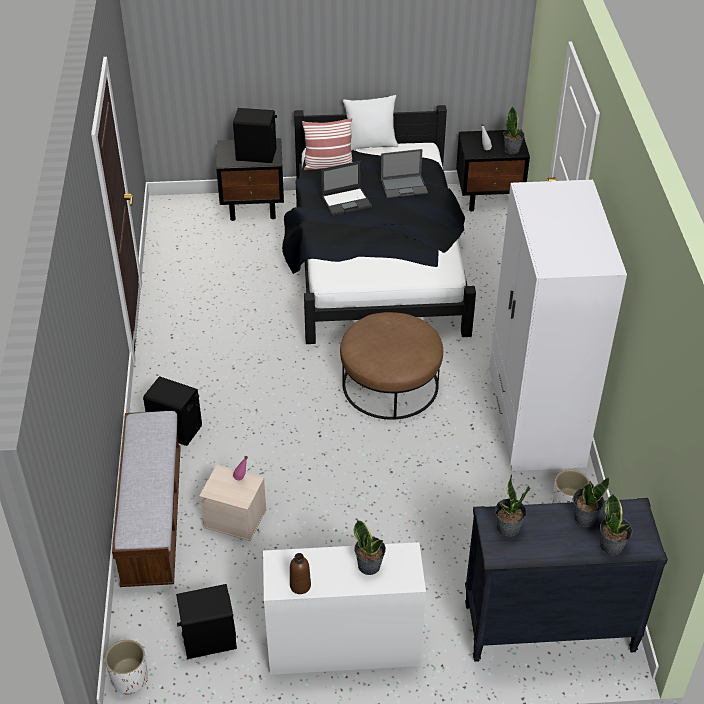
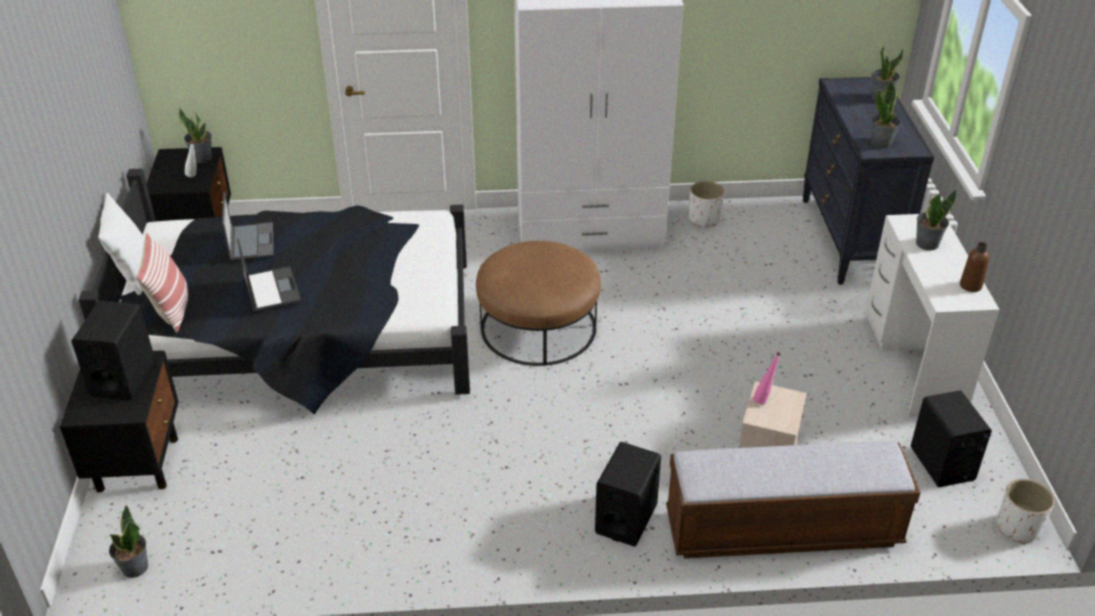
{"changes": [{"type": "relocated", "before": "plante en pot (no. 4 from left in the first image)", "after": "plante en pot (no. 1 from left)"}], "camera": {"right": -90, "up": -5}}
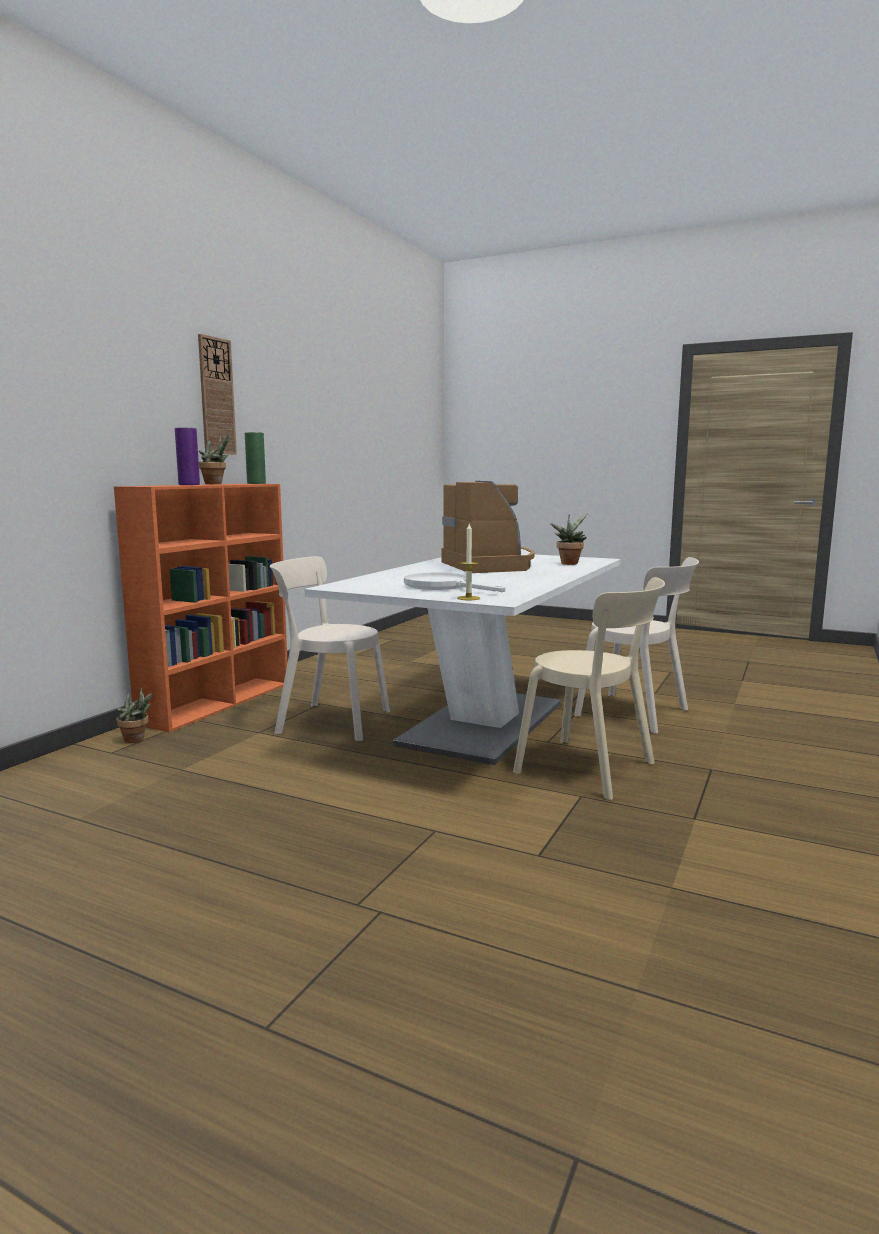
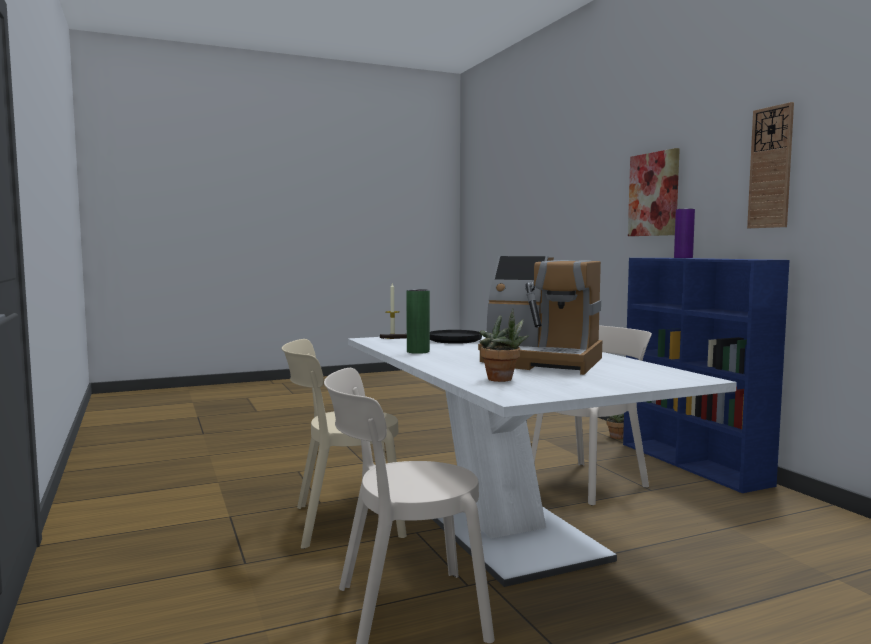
{"changes": [{"type": "colour", "before": "bibliothèque/orange", "after": "bibliothèque/bleu"}, {"type": "missing", "before": "plante en pot (no. 2 from left)"}, {"type": "relocated", "before": "vase/vert"}, {"type": "colour", "before": "poêle/blanc", "after": "poêle/noir"}, {"type": "appeared", "after": "tableau"}], "camera": {"right": 130, "up": -5}}
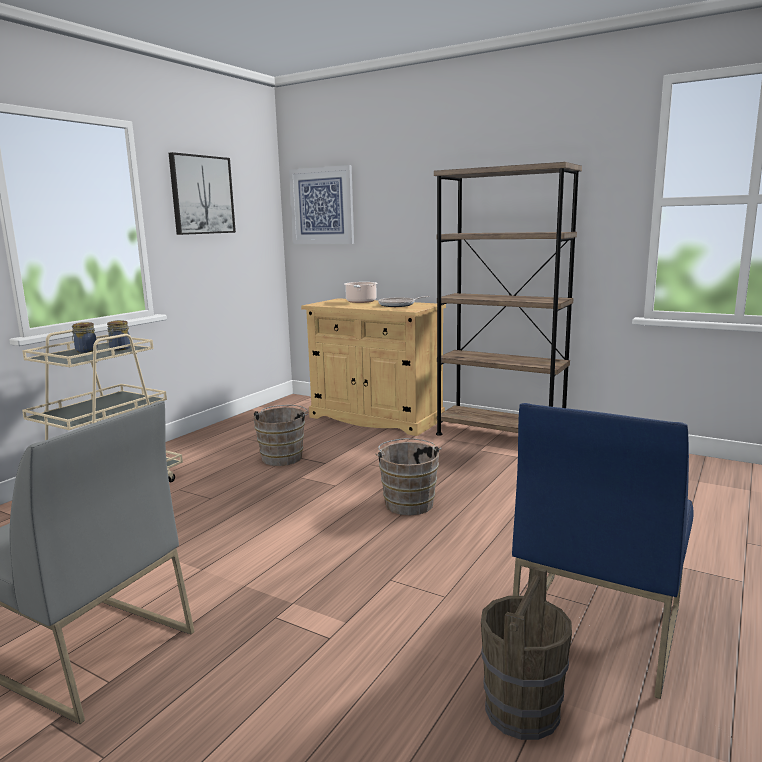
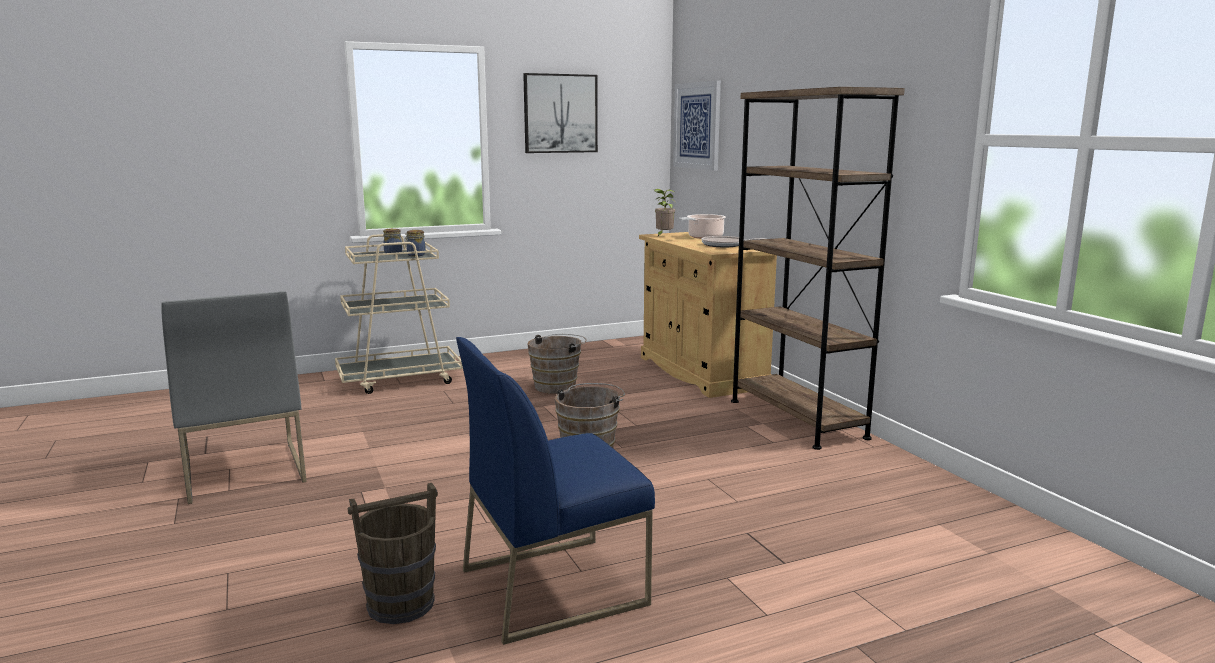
{"changes": [{"type": "appeared", "after": "plante en pot"}], "camera": {"right": 35, "up": 0}}
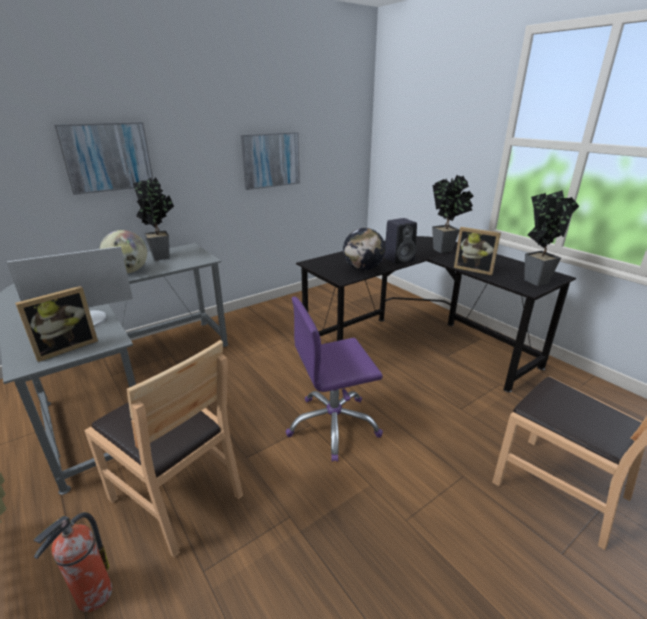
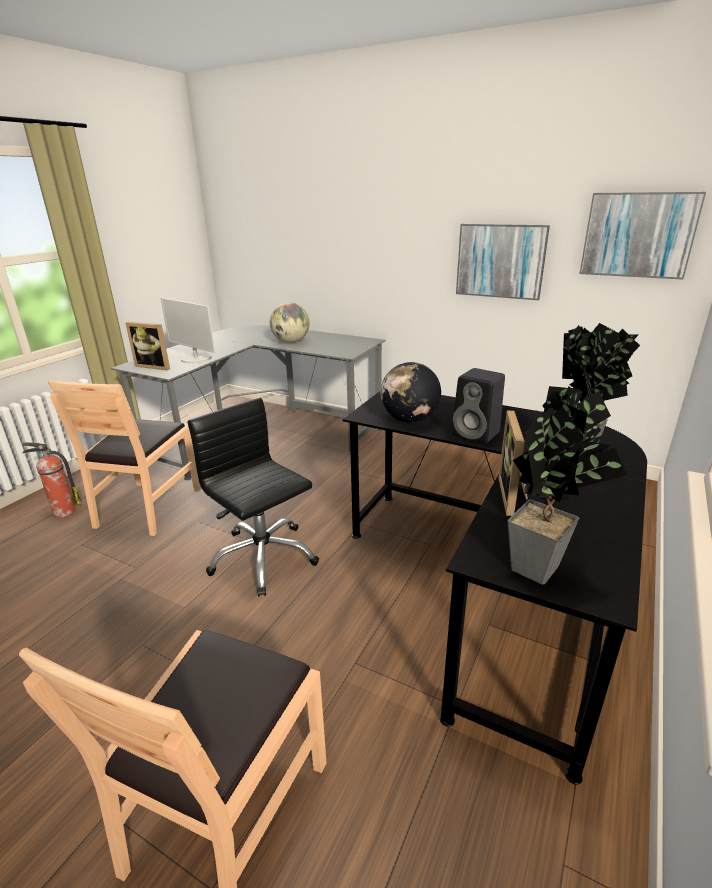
{"changes": [{"type": "relocated", "before": "tableau (no. 1 from left in the first image)", "after": "tableau (no. 2 from left)"}, {"type": "missing", "before": "plante en pot (no. 1 from left)"}, {"type": "colour", "before": "chaise de bureau/violet", "after": "chaise de bureau/noir"}], "camera": {"right": 65, "up": 0}}
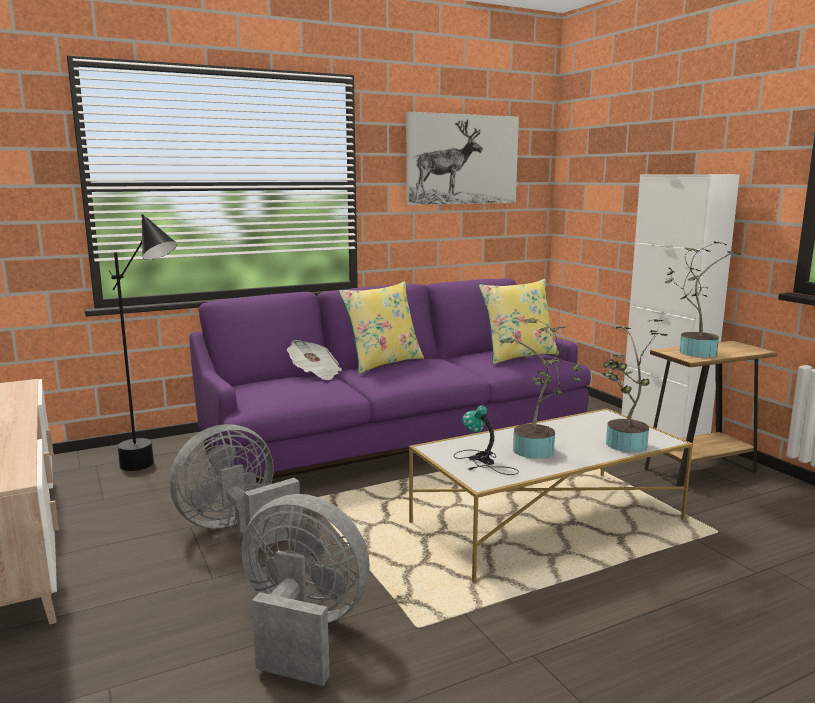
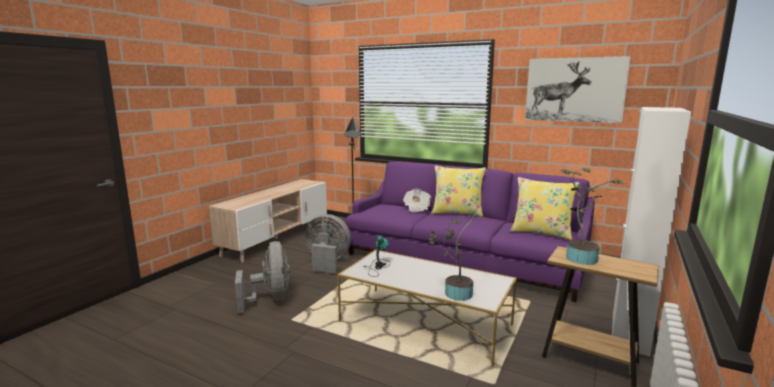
{"changes": [{"type": "missing", "before": "plante en pot (no. 1 from left)"}], "camera": {"right": 55, "up": 0}}
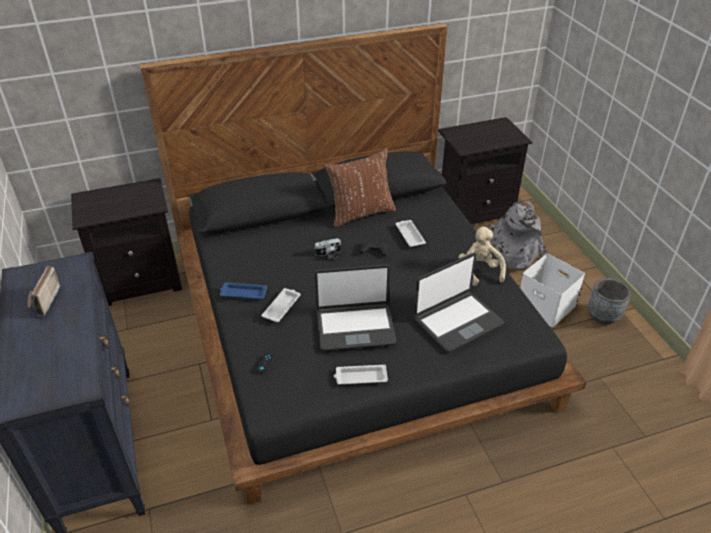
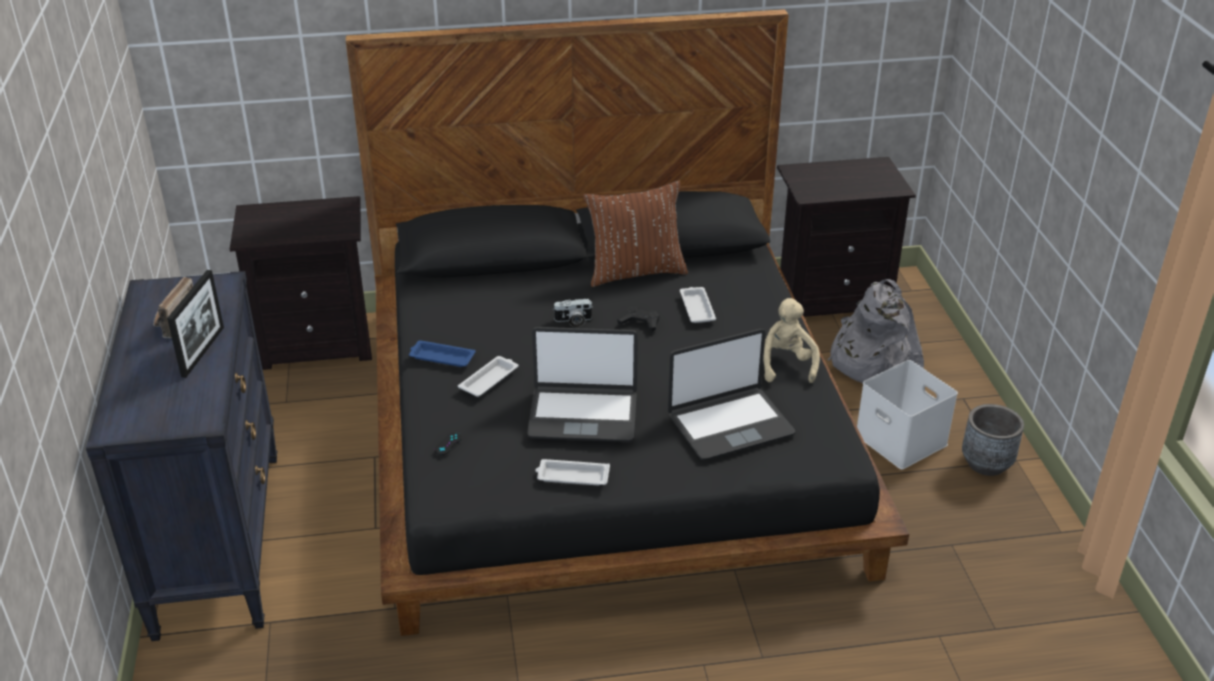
{"changes": [{"type": "appeared", "after": "cadre photo"}], "camera": {"right": 10, "up": -5}}
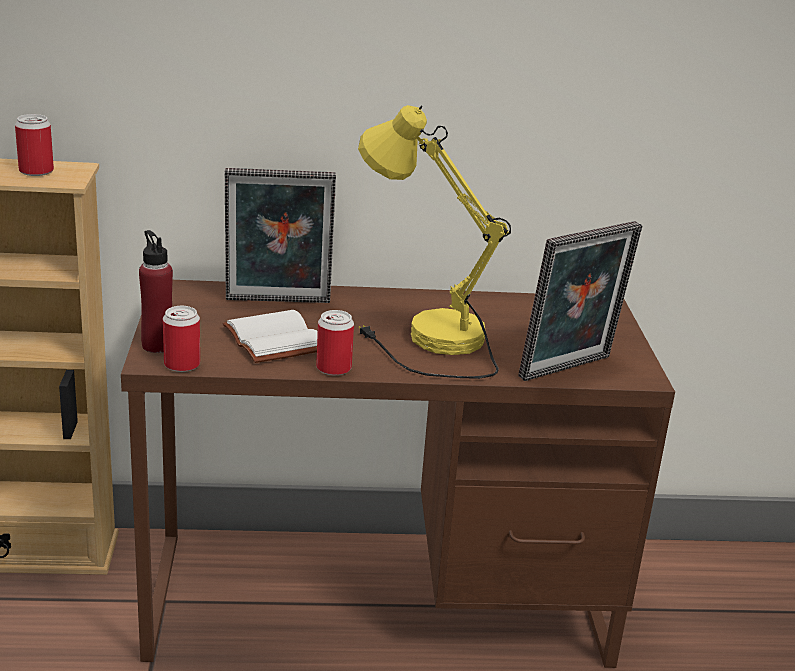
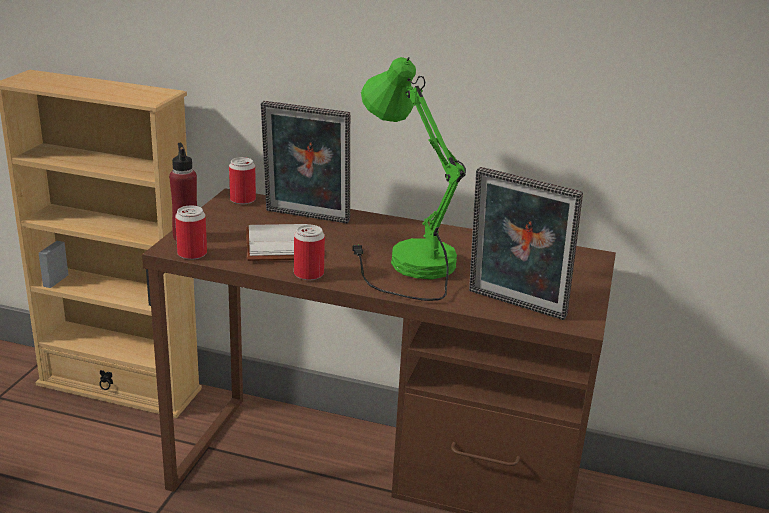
{"changes": [{"type": "relocated", "before": "boîte métallique (no. 1 from left in the first image)", "after": "boîte métallique (no. 2 from left)"}, {"type": "colour", "before": "lampe de table/jaune", "after": "lampe de table/vert"}, {"type": "spun", "before": "cadre photo (no. 2 from left)", "turn": 45}], "camera": {"right": 20, "up": 0}}
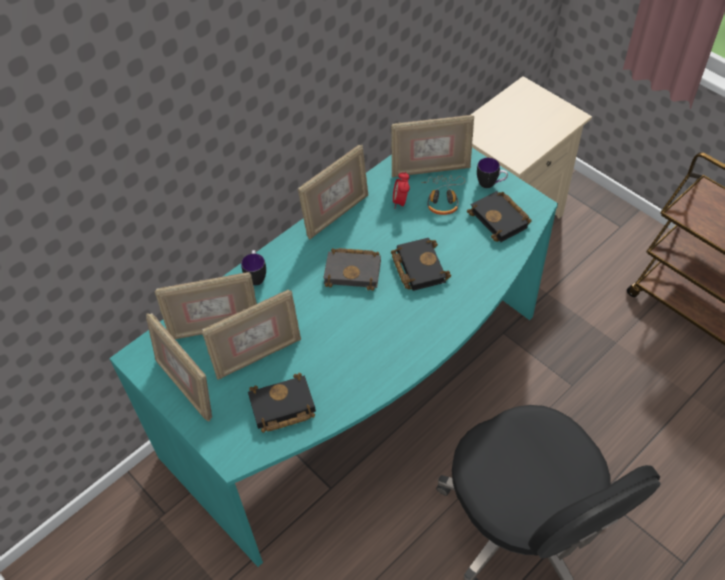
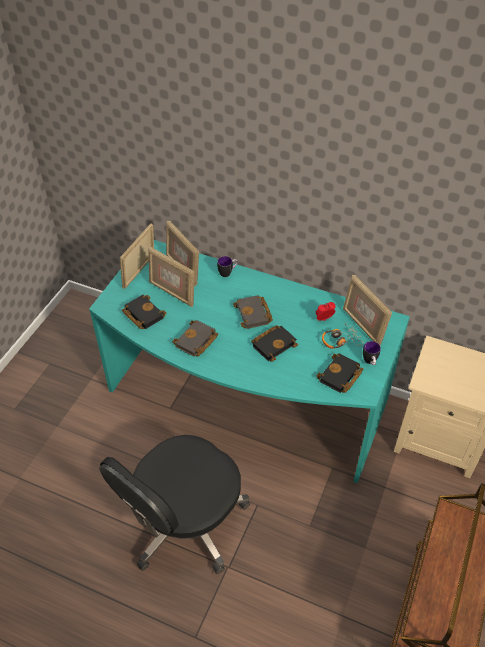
{"changes": [{"type": "missing", "before": "cadre photo (no. 4 from left)"}, {"type": "appeared", "after": "livre/noir (no. 2 from left)"}], "camera": {"right": 65, "up": -5}}
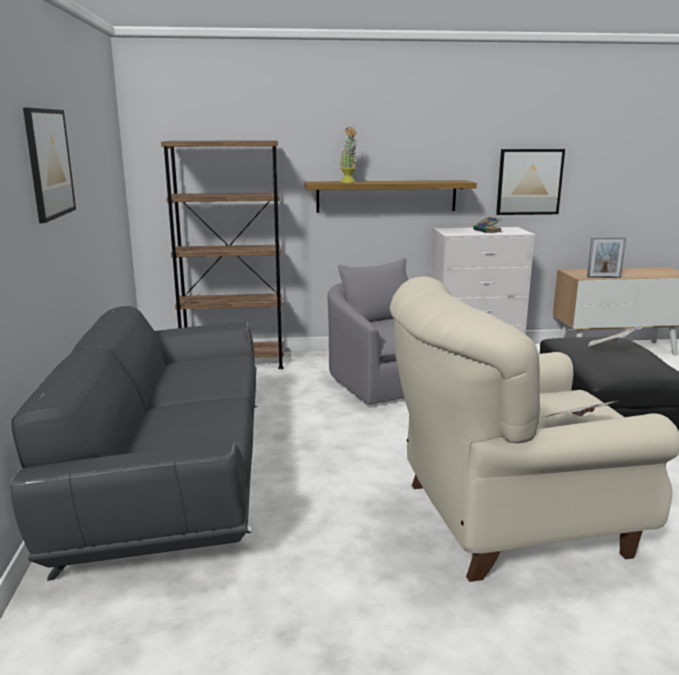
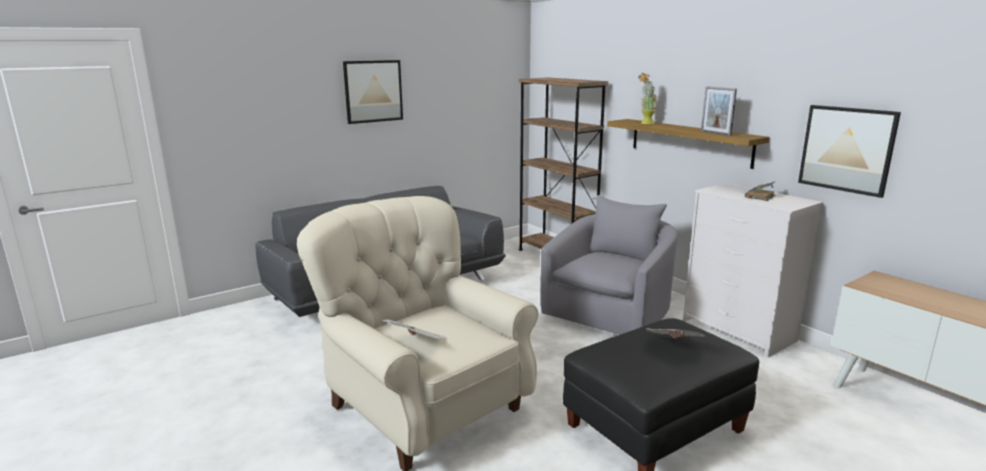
{"changes": [{"type": "relocated", "before": "cadre photo"}], "camera": {"right": 60, "up": 0}}
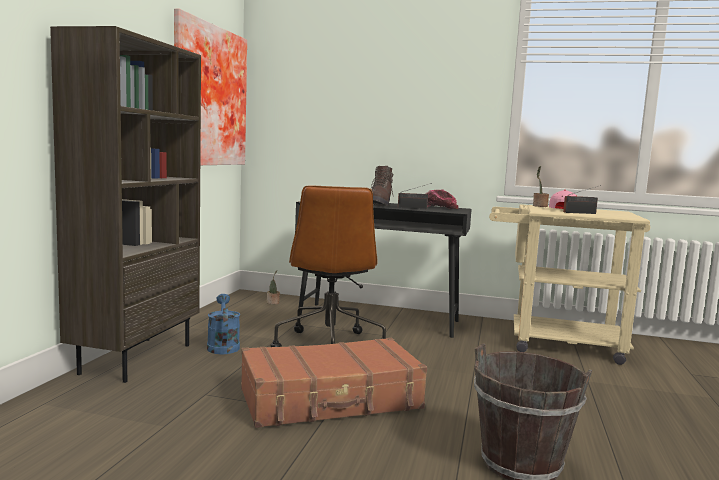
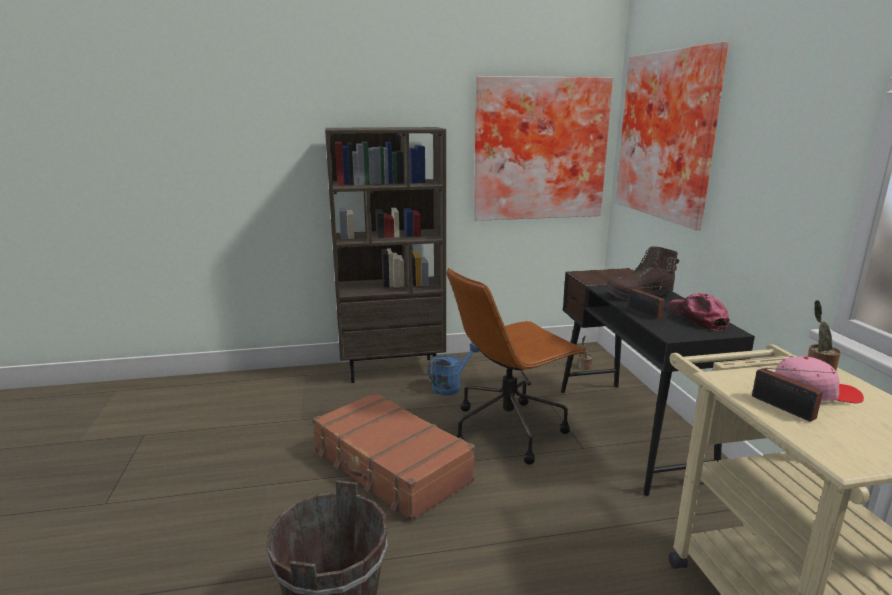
{"changes": [{"type": "appeared", "after": "tableau (no. 2 from left)"}], "camera": {"right": 65, "up": 10}}
